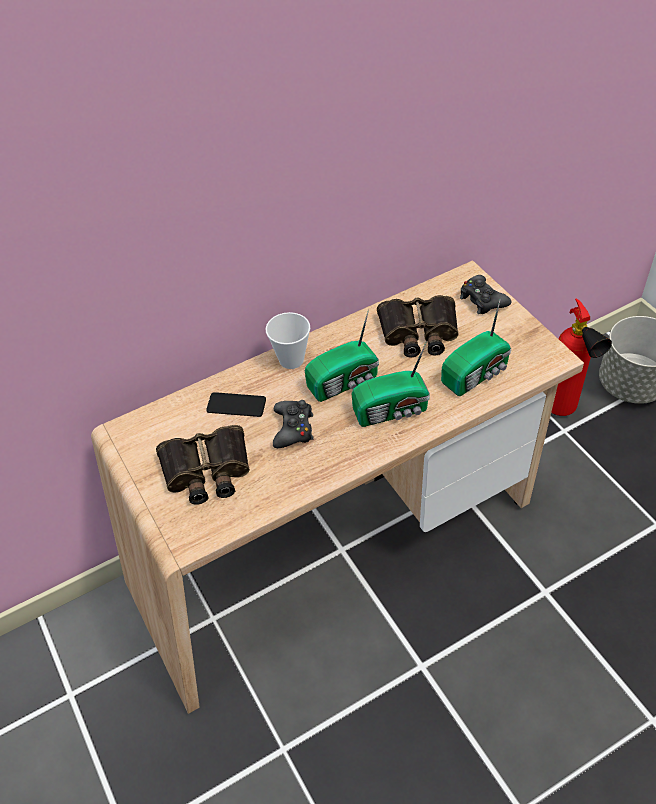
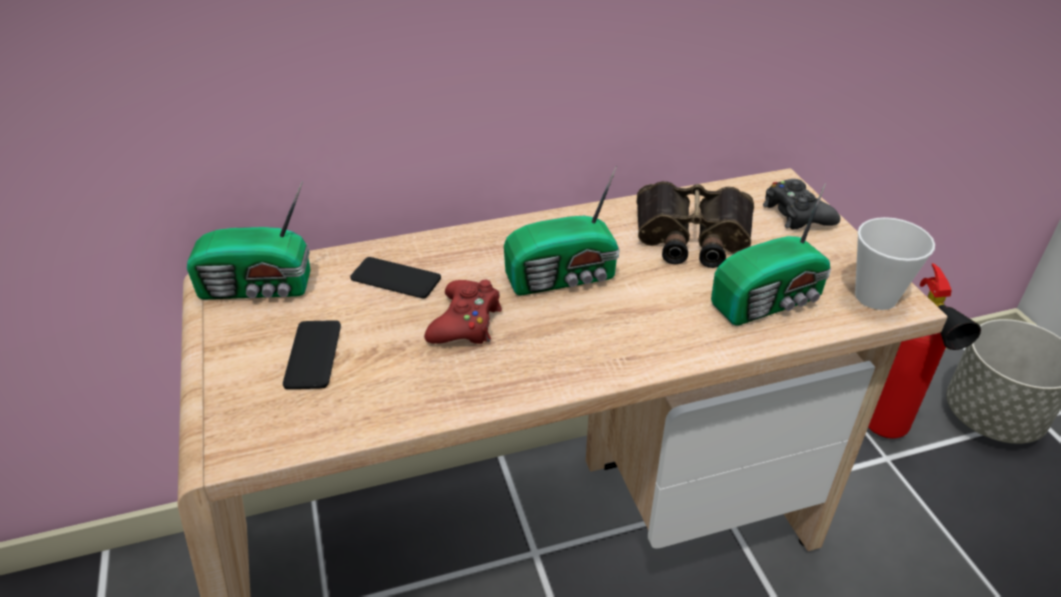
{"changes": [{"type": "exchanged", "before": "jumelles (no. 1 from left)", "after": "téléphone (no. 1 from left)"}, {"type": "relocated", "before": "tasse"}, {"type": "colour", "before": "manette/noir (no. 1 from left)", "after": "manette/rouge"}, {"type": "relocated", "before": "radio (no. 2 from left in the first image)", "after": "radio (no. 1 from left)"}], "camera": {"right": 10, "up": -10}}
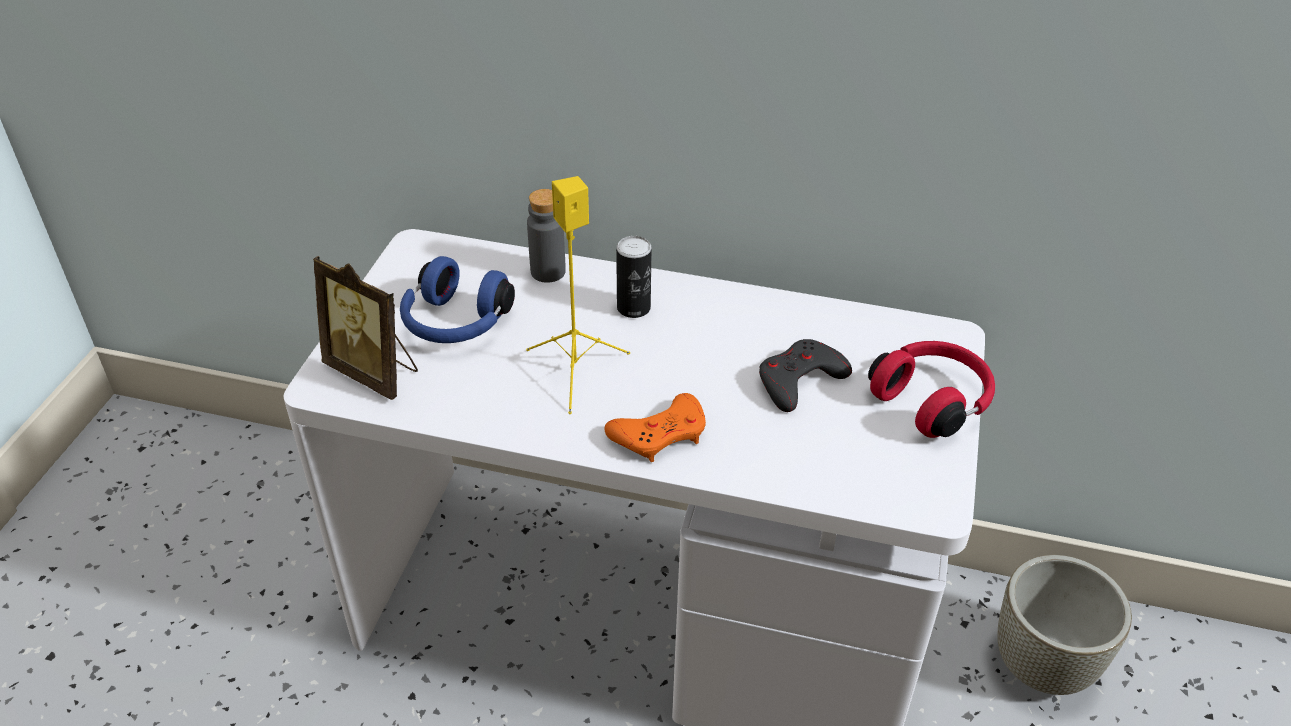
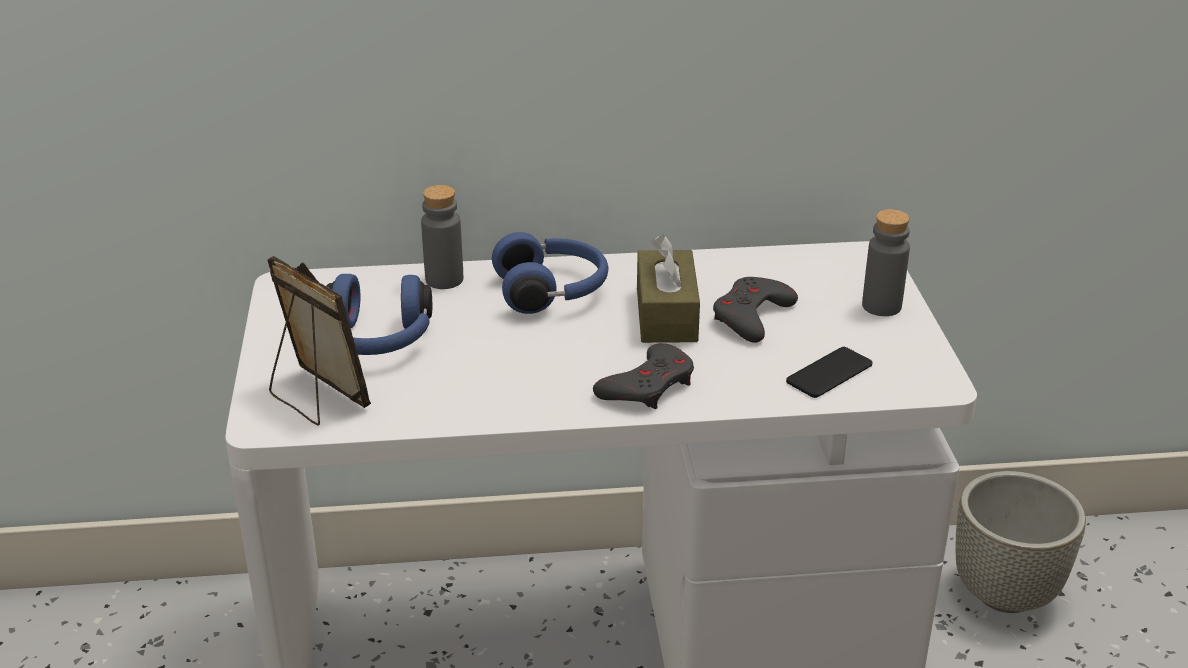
{"changes": [{"type": "spun", "before": "cadre photo", "turn": -150}, {"type": "missing", "before": "enceinte/jaune"}, {"type": "colour", "before": "manette/orange", "after": "manette/gris (no. 1 from left)"}, {"type": "exchanged", "before": "boîte métallique", "after": "casque audio/bleu (no. 2 from left)"}, {"type": "exchanged", "before": "casque audio/rouge", "after": "bouteille/gris (no. 2 from left)"}, {"type": "appeared", "after": "boîte à mouchoirs/marron"}, {"type": "appeared", "after": "téléphone"}], "camera": {"right": -20, "up": -10}}
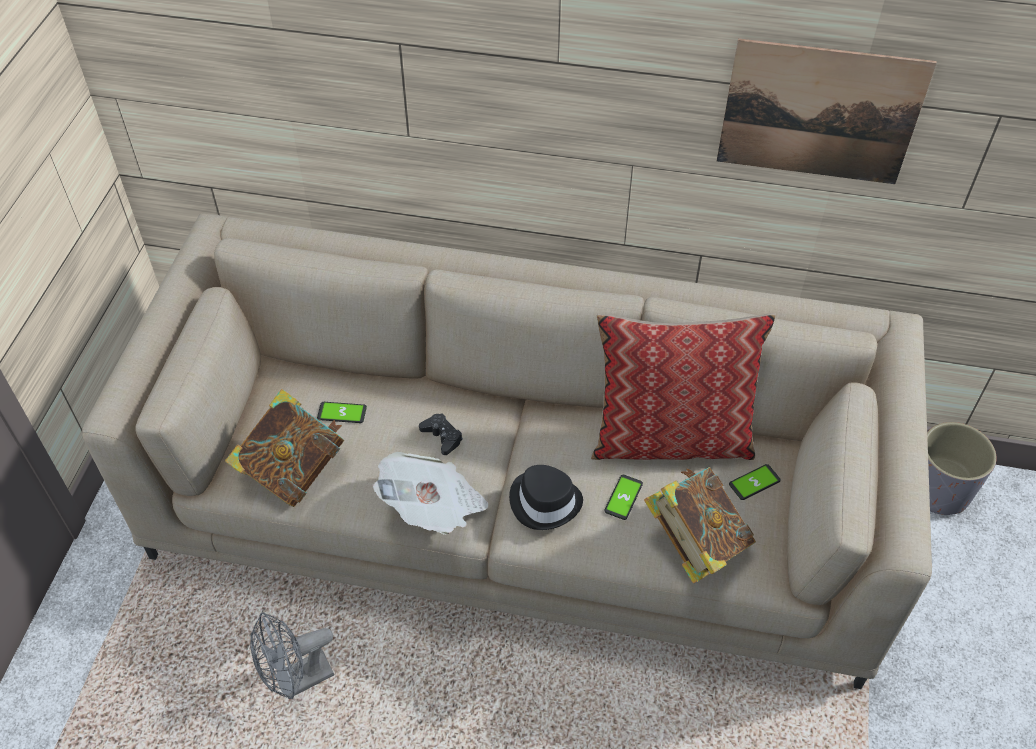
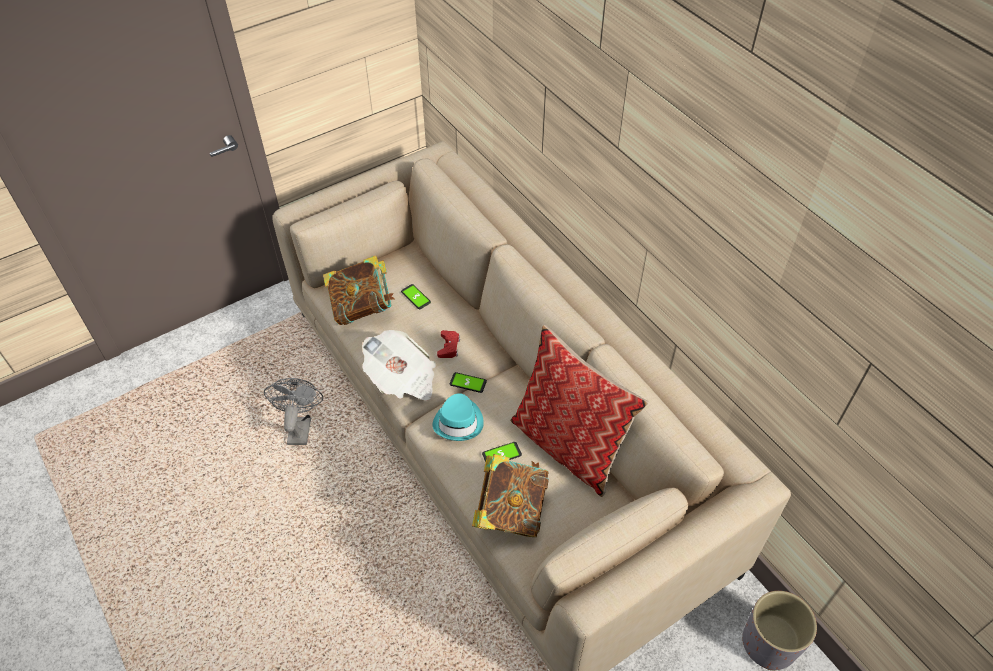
{"changes": [{"type": "spun", "before": "ventilateur/gris", "turn": 75}, {"type": "colour", "before": "manette/noir", "after": "manette/rouge"}, {"type": "colour", "before": "chapeau/noir", "after": "chapeau/turquoise"}, {"type": "missing", "before": "tableau"}, {"type": "relocated", "before": "téléphone (no. 3 from left in the first image)", "after": "téléphone (no. 2 from left)"}], "camera": {"right": 45, "up": 0}}
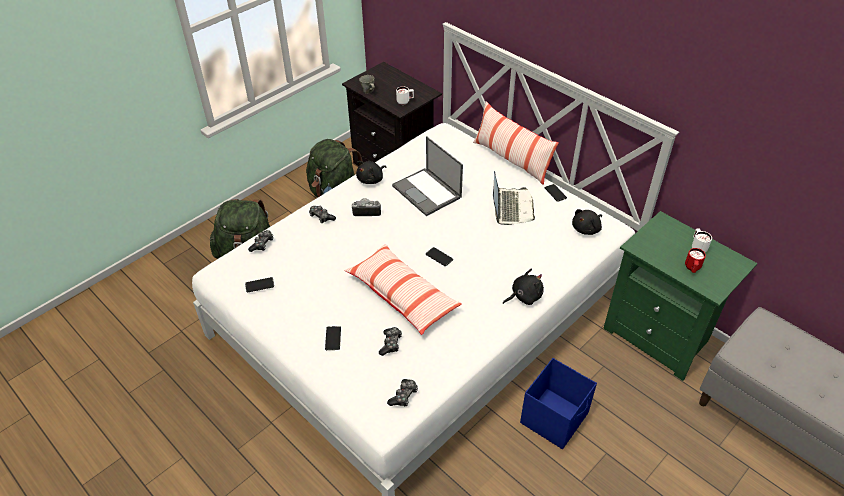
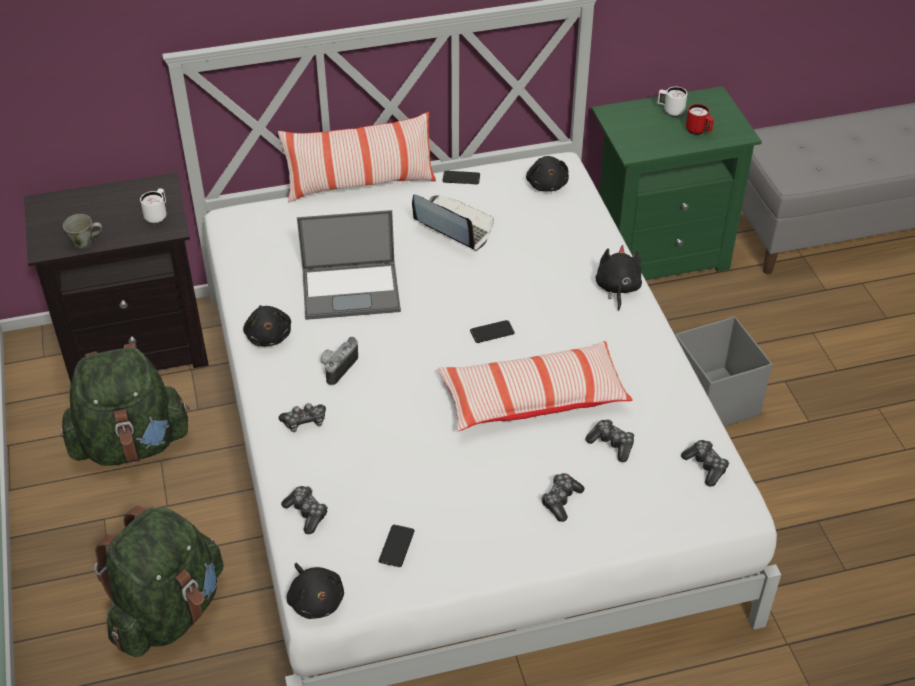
{"changes": [{"type": "exchanged", "before": "téléphone (no. 2 from left)", "after": "manette (no. 3 from left)"}, {"type": "colour", "before": "boîte de rangement/bleu", "after": "boîte de rangement/gris"}, {"type": "appeared", "after": "peluche/noir (no. 2 from left)"}], "camera": {"right": -60, "up": 0}}
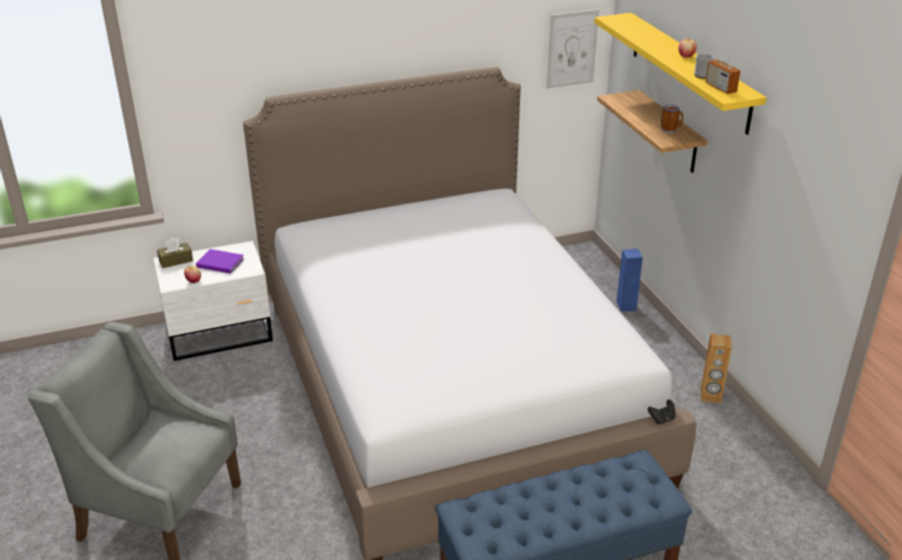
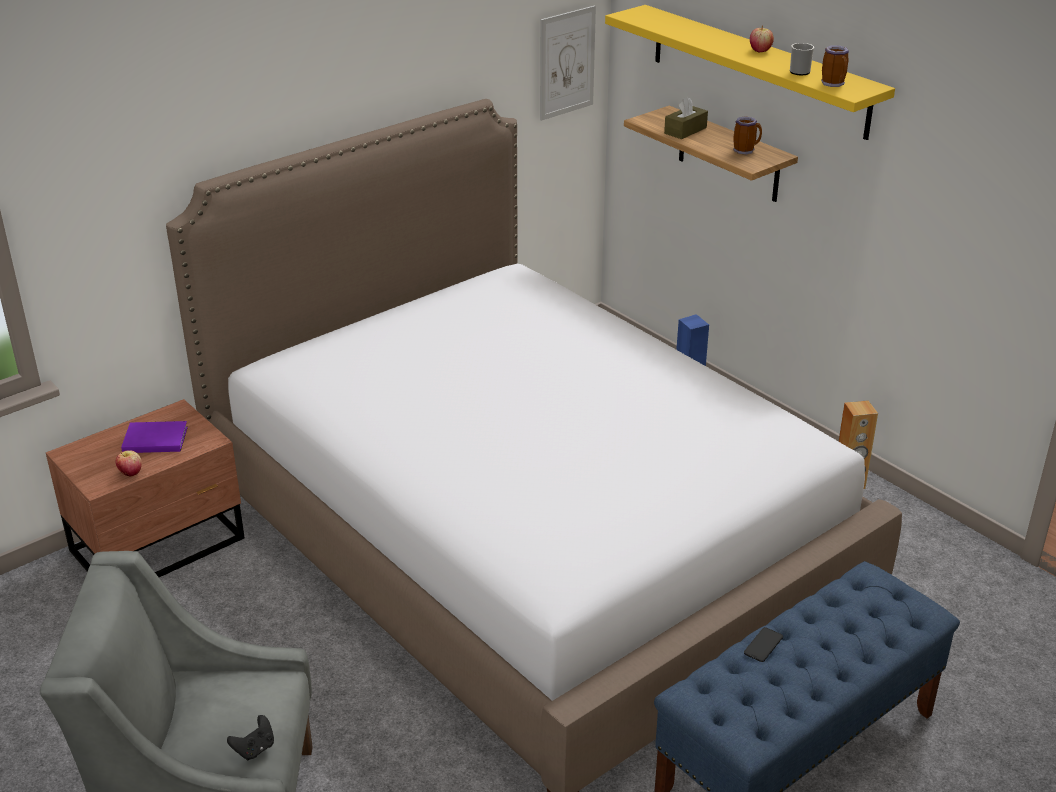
{"changes": [{"type": "colour", "before": "table de chevet/blanc", "after": "table de chevet/marron"}, {"type": "relocated", "before": "boîte à mouchoirs/marron"}, {"type": "relocated", "before": "manette/noir"}, {"type": "exchanged", "before": "radio", "after": "mug (no. 3 from left)"}, {"type": "appeared", "after": "téléphone"}], "camera": {"right": -20, "up": 0}}
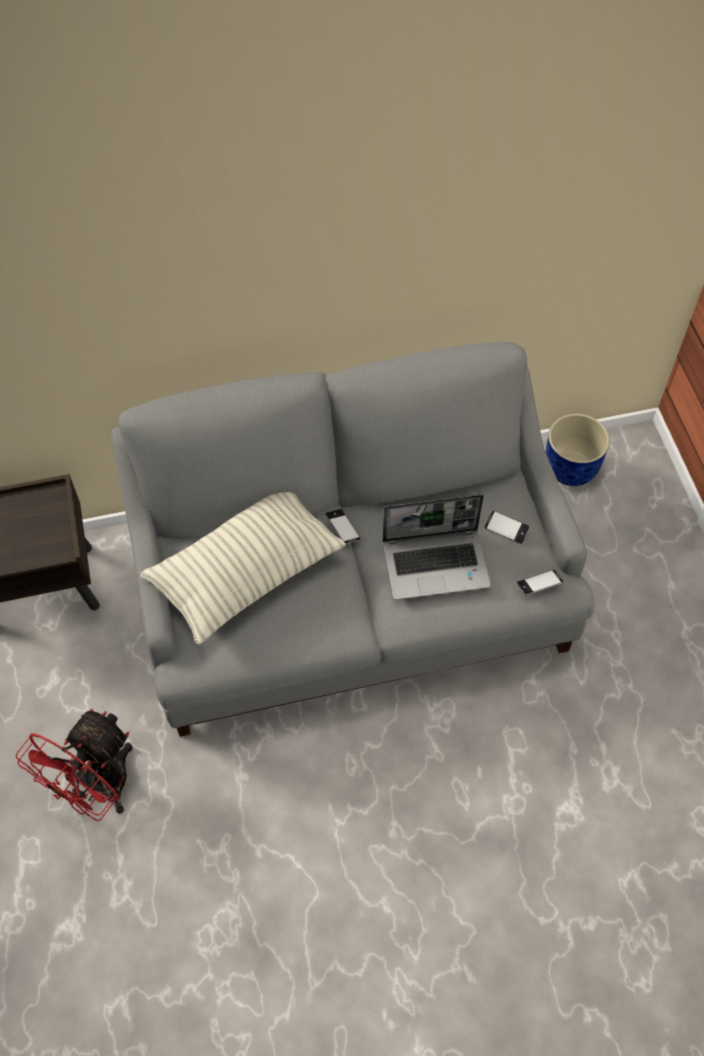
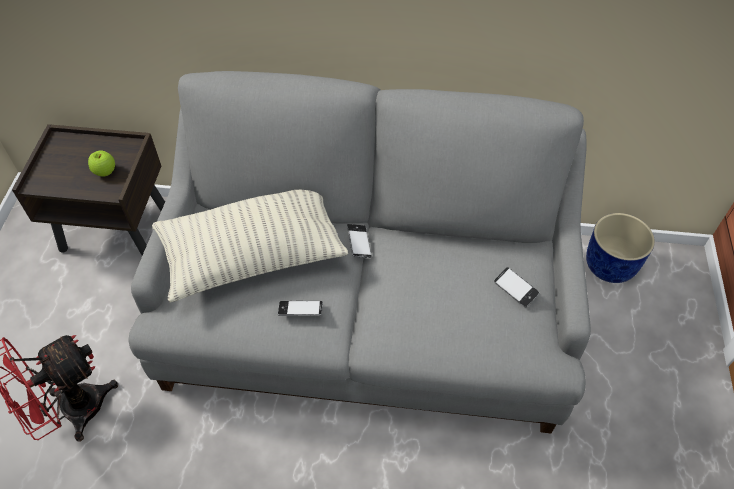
{"changes": [{"type": "missing", "before": "ordinateur portable"}, {"type": "relocated", "before": "téléphone (no. 3 from left in the first image)", "after": "téléphone (no. 1 from left)"}, {"type": "appeared", "after": "pomme"}], "camera": {"right": 20, "up": -5}}
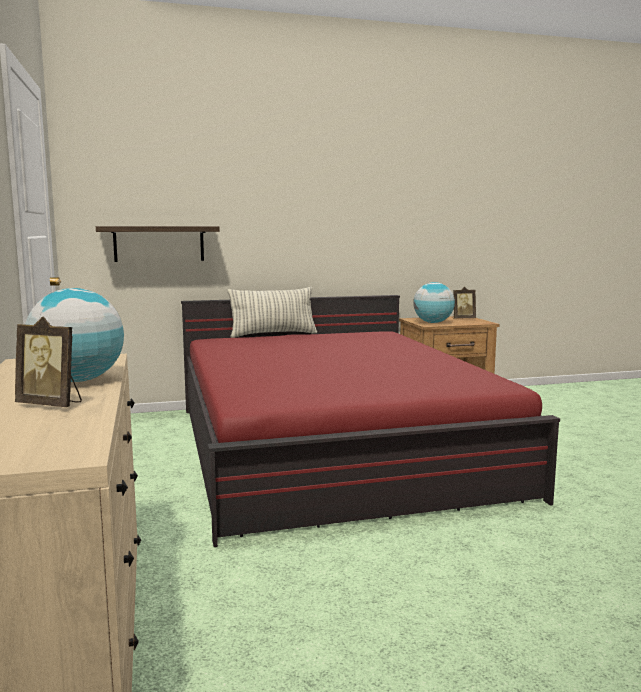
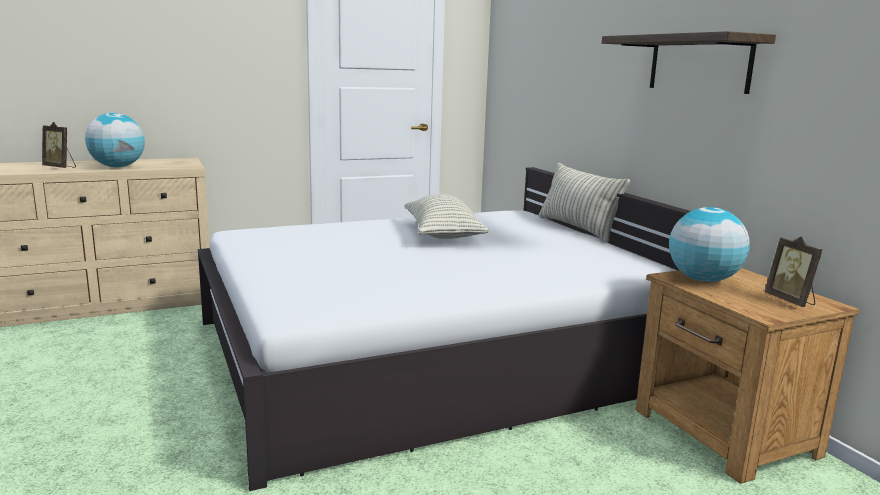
{"changes": [{"type": "spun", "before": "cadre photo (no. 1 from left)", "turn": -75}, {"type": "relocated", "before": "étagère"}, {"type": "colour", "before": "lit/rouge", "after": "lit/blanc"}, {"type": "appeared", "after": "coussin (no. 1 from left)"}], "camera": {"right": 80, "up": 5}}
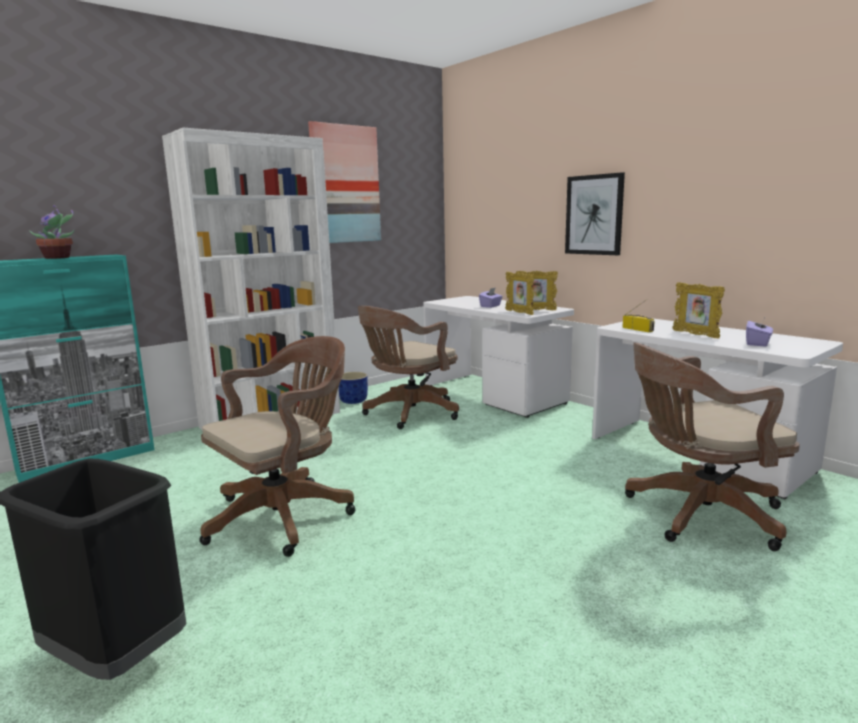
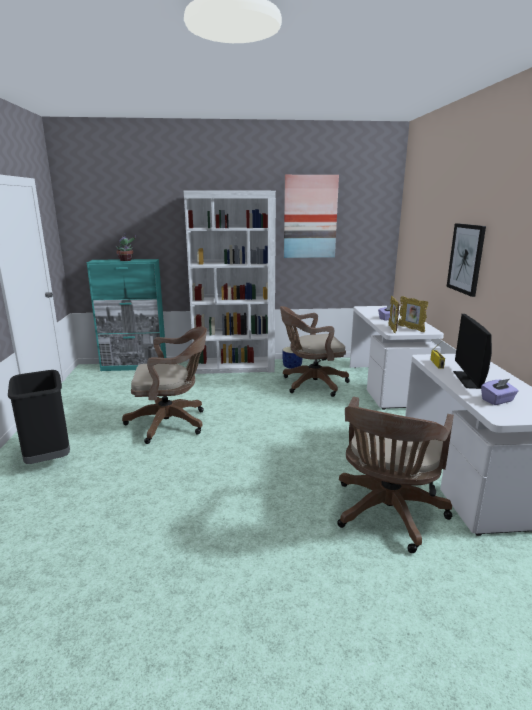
{"changes": [{"type": "spun", "before": "chaise de bureau/marron (no. 3 from left)", "turn": -90}, {"type": "exchanged", "before": "cadre photo (no. 3 from left)", "after": "écran d'ordinateur"}], "camera": {"right": 35, "up": 5}}
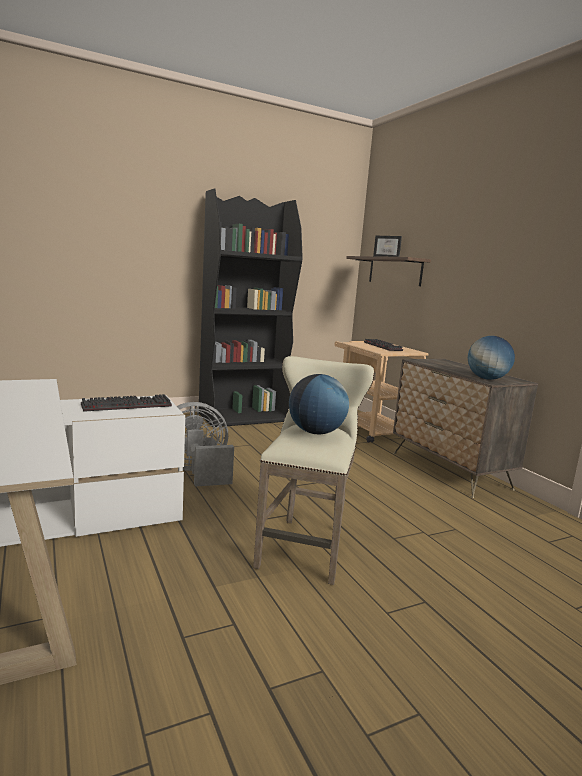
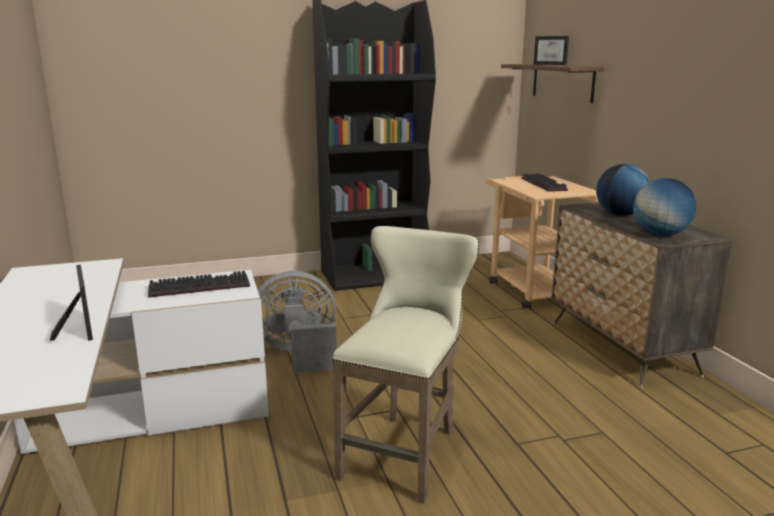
{"changes": [{"type": "relocated", "before": "globe (no. 1 from left)"}, {"type": "appeared", "after": "cadre photo (no. 1 from left)"}], "camera": {"right": 10, "up": 5}}
